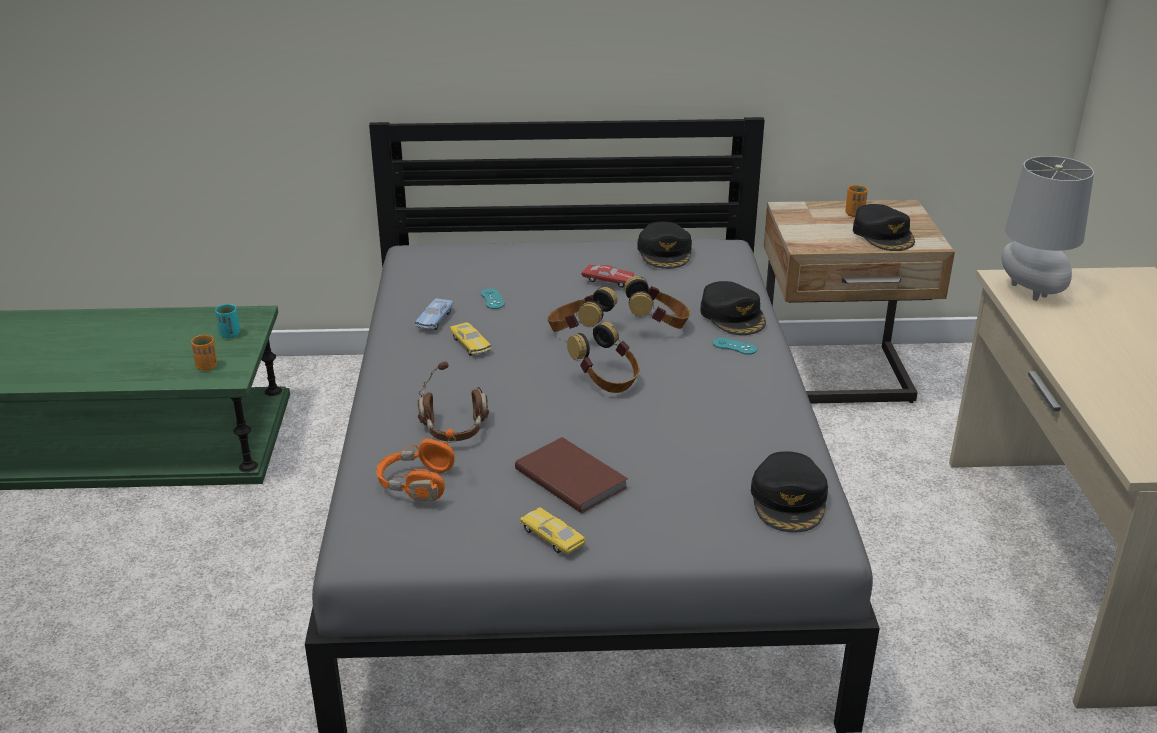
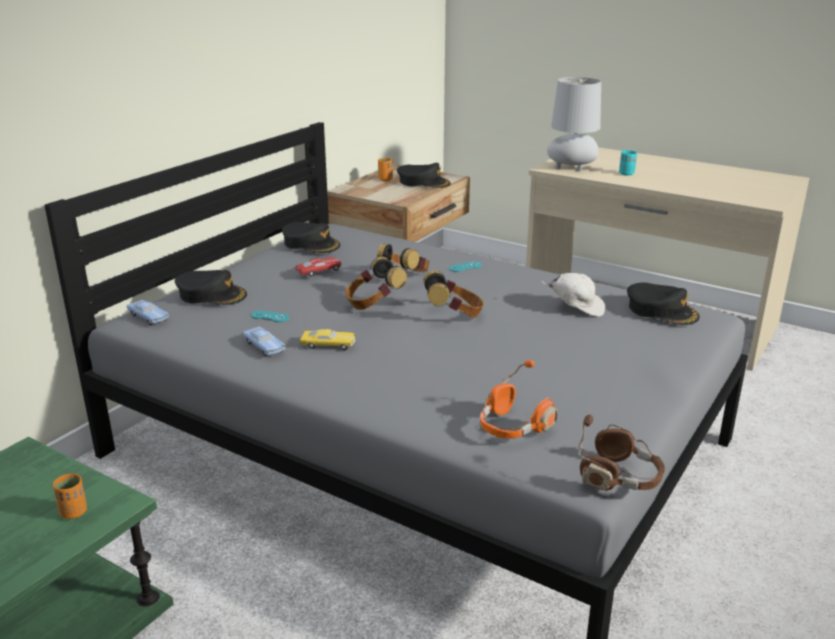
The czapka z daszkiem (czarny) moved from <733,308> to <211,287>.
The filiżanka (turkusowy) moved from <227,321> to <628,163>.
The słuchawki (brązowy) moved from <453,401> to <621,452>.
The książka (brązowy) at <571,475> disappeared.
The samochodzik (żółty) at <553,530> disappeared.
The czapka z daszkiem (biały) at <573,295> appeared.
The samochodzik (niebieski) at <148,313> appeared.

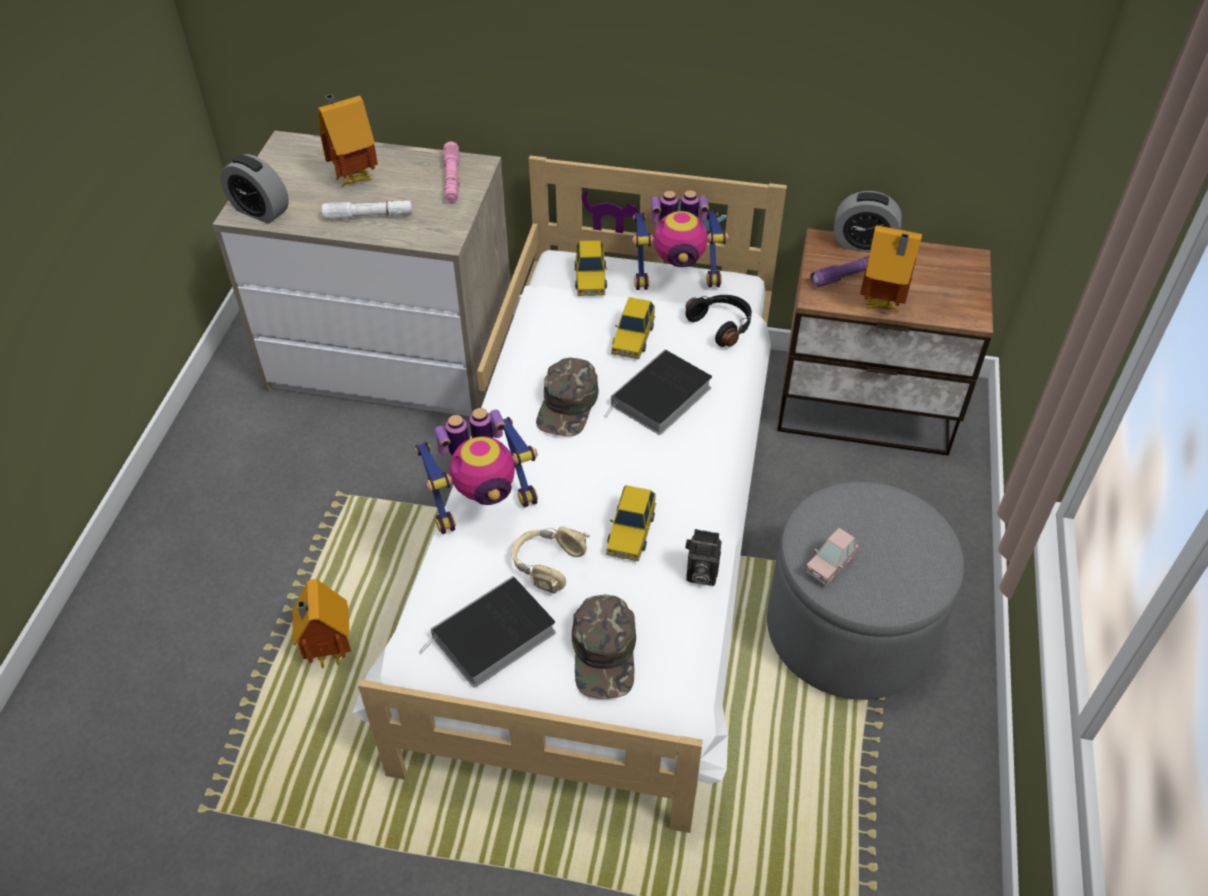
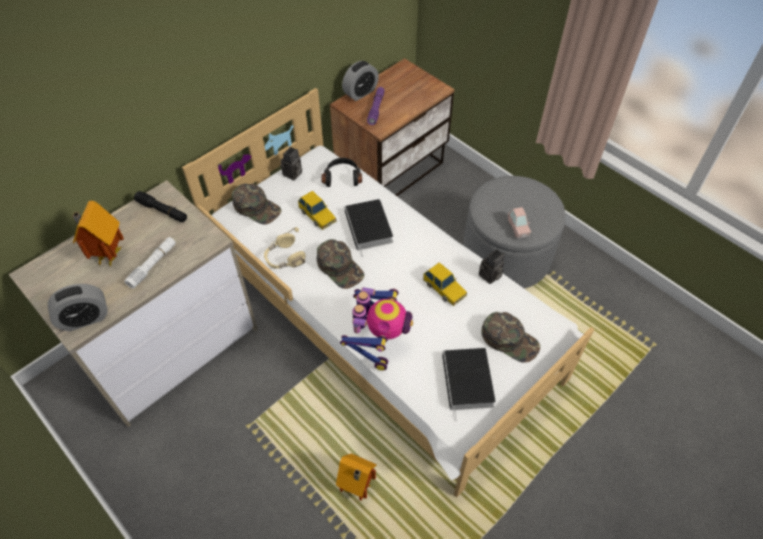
The latarka (różowy) at <451,172> became the latarka (czarny) at <160,206>.
The robot zabawkowy at <680,240> was replaced by the aparat fotograficzny at <291,163>.
The domek at <891,268> disappeared.
The samochodzik at <590,268> was replaced by the czapka z daszkiem (zielony) at <256,204>.
The słuchawki (beżowy) moved from <551,560> to <285,248>.

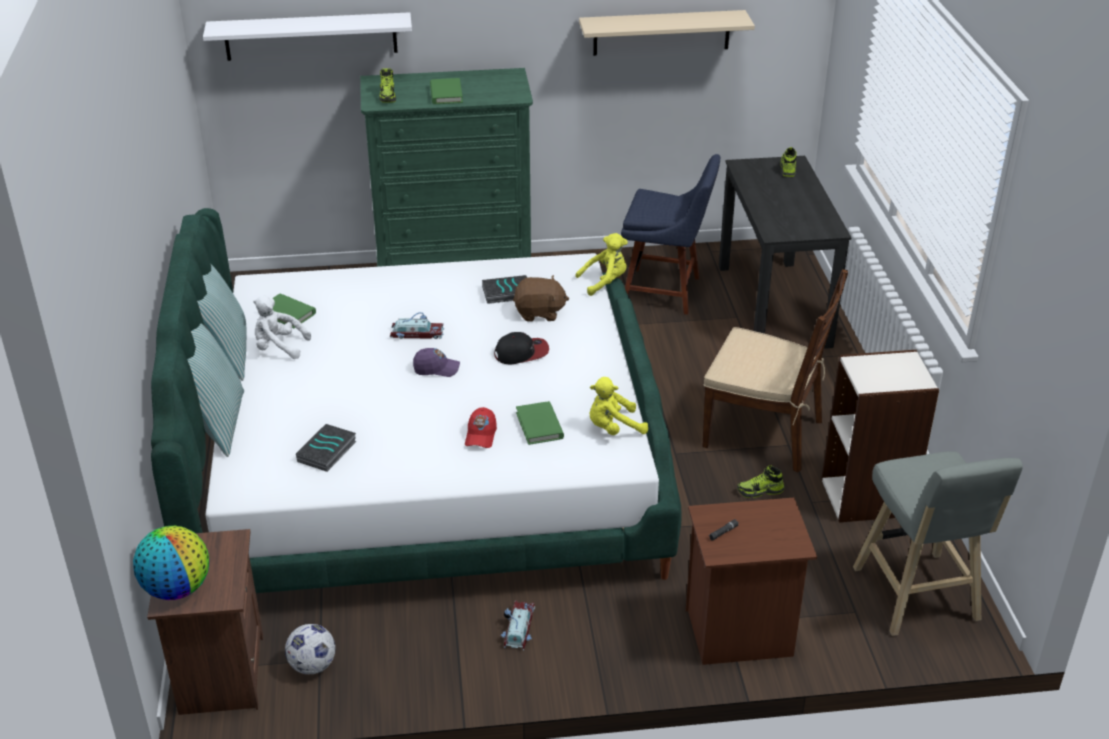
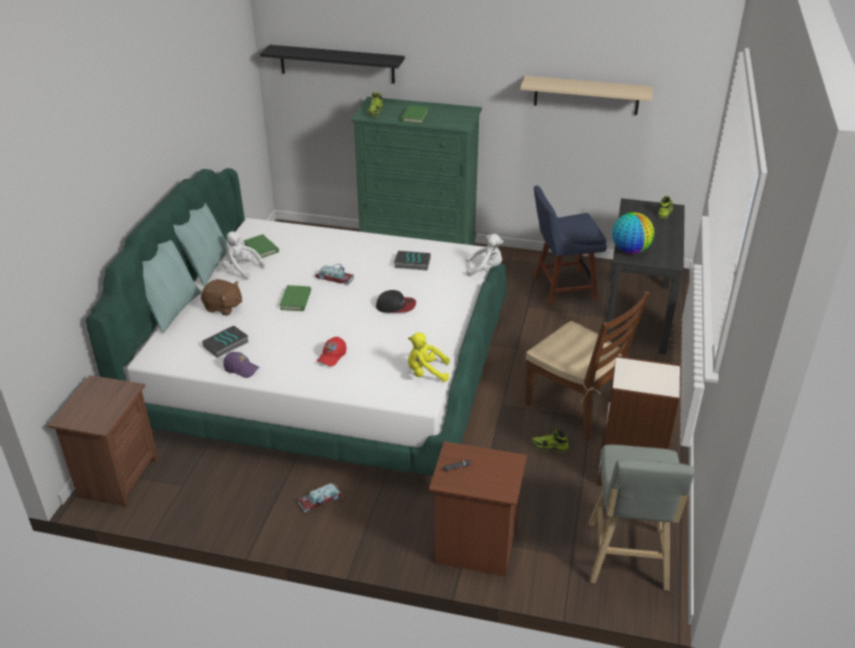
The półka (biały) at <307,36> became the półka (czarny) at <332,64>.
The krzesło (niebieski) at <670,234> turned 135 degrees clockwise.
The pluszak (żółty) at <601,264> became the pluszak (biały) at <484,255>.
The pluszak (brązowy) moved from <541,298> to <221,297>.
The czapka z daszkiem (fioletowy) moved from <436,362> to <241,365>.
The książka (zielony) moved from <540,423> to <295,298>.
The globus moved from <171,563> to <633,233>.
The samochodzik at <518,625> turned 150 degrees counterclockwise.
The piłka futbolowa at <310,649> disappeared.

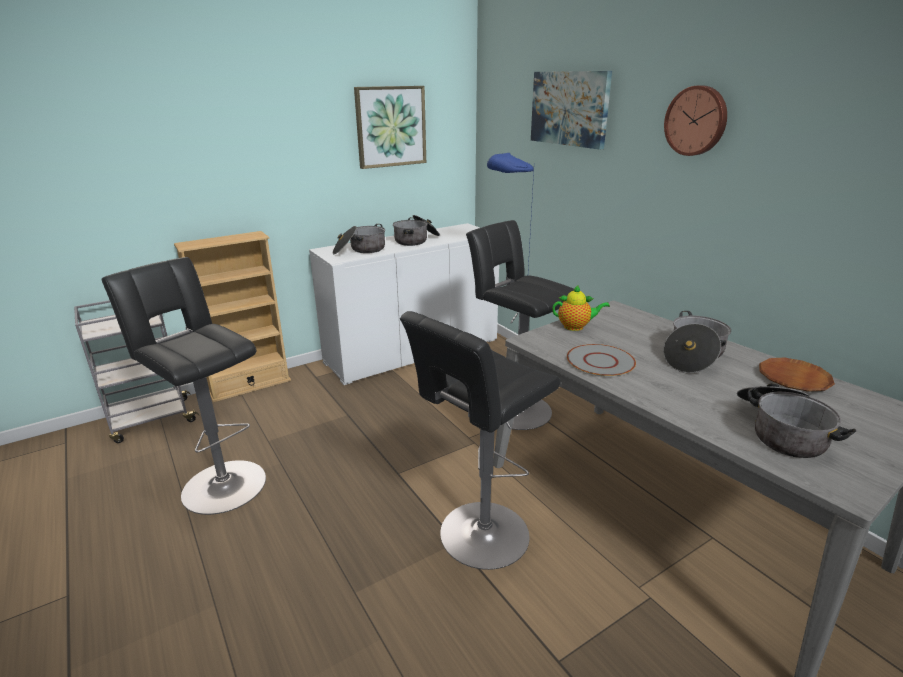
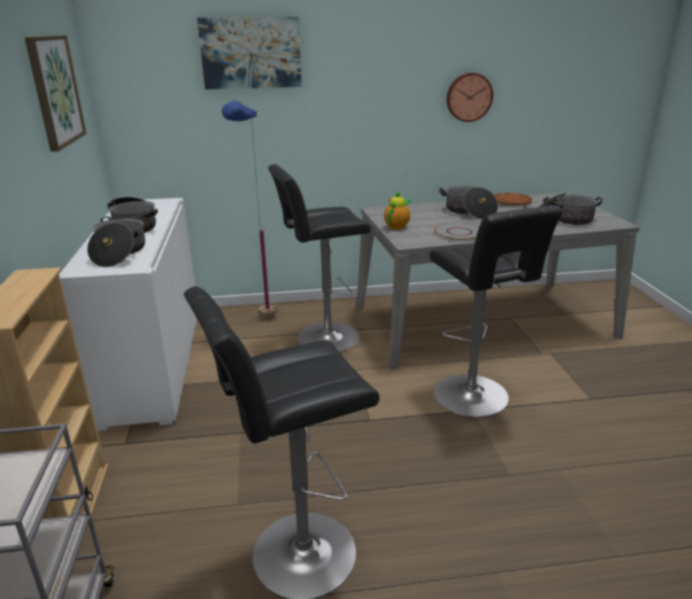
The zegar ścienny moved from <695,120> to <469,97>.

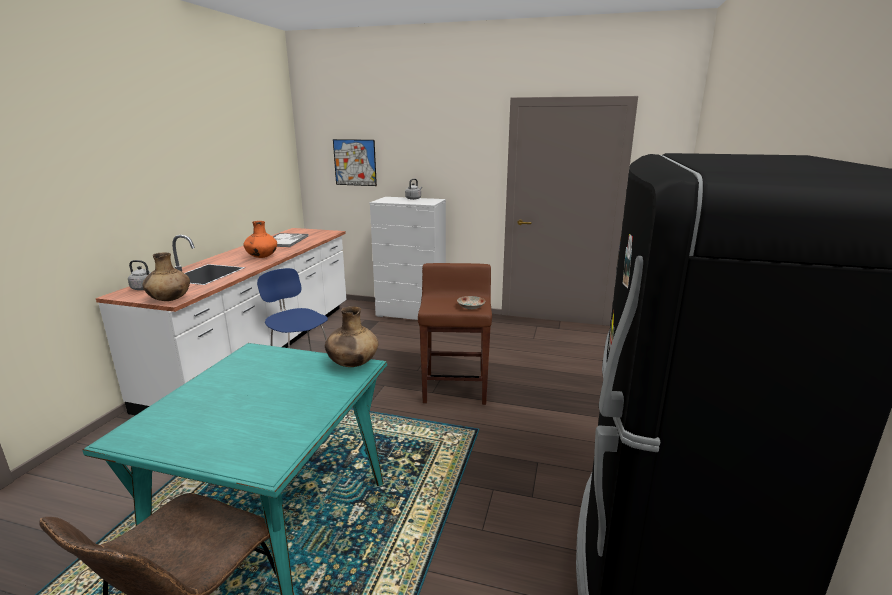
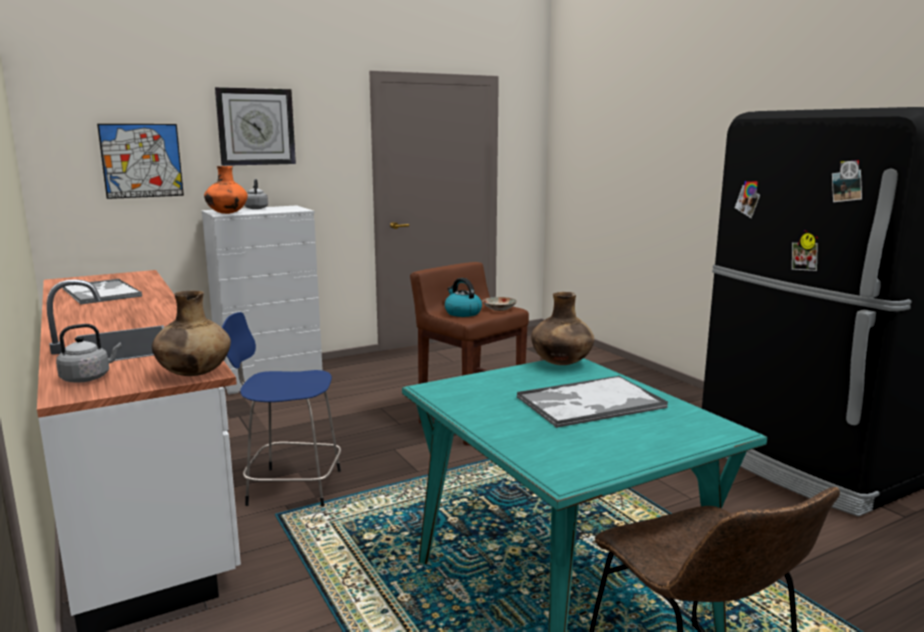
The wazon (pomarańczowy) moved from <260,239> to <226,190>.
The zegar ścienny at <255,126> appeared.
The czajnik at <463,297> appeared.
The taca at <592,402> appeared.

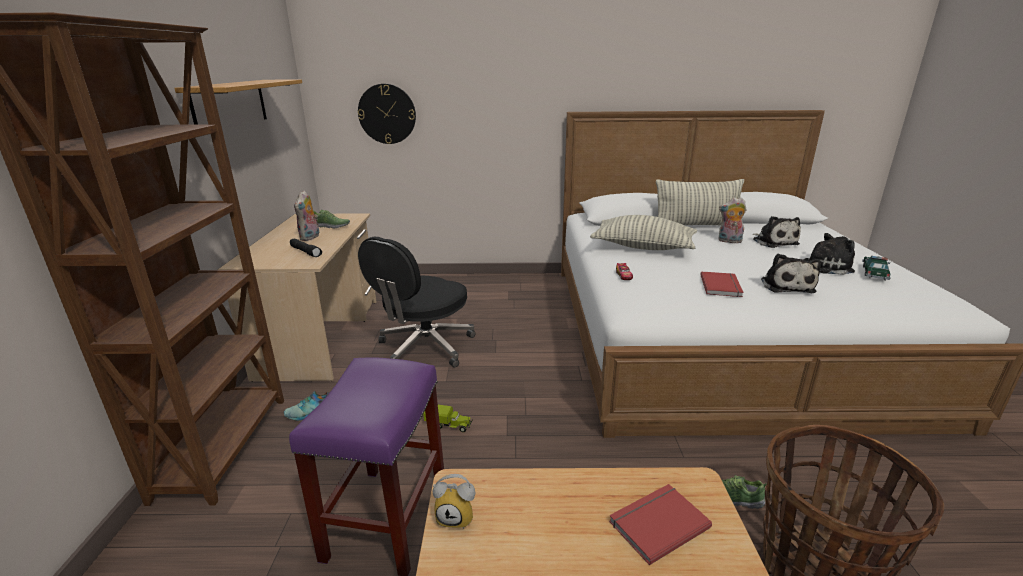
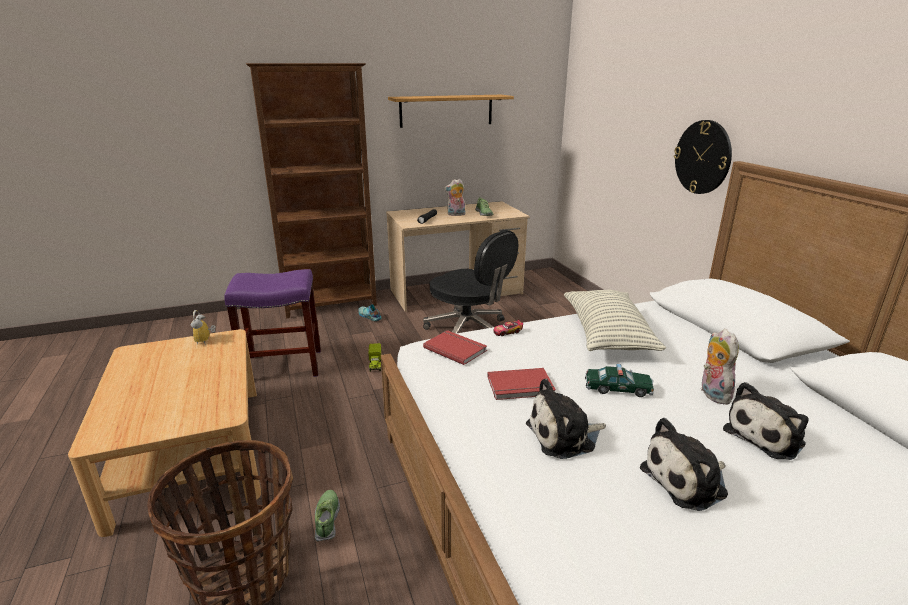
The zegar ścienny moved from <387,114> to <703,157>.
The poduszka at <700,202> disappeared.
The pluszak at <829,254> turned 90 degrees clockwise.
The krzesło biurowe (czarny) at <416,302> turned 150 degrees counterclockwise.
The samochodzik moved from <876,268> to <619,380>.
The książka (czerwony) moved from <660,524> to <455,347>.

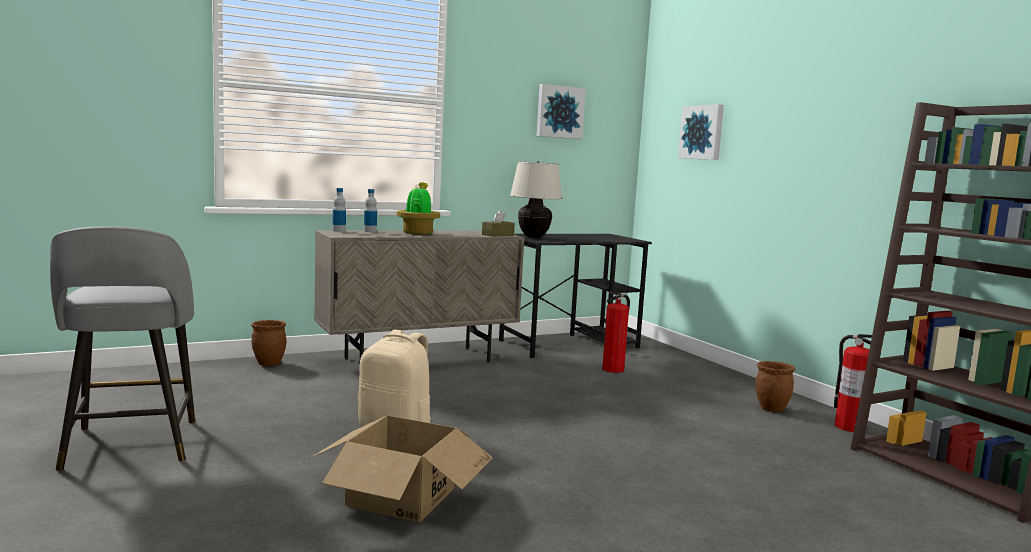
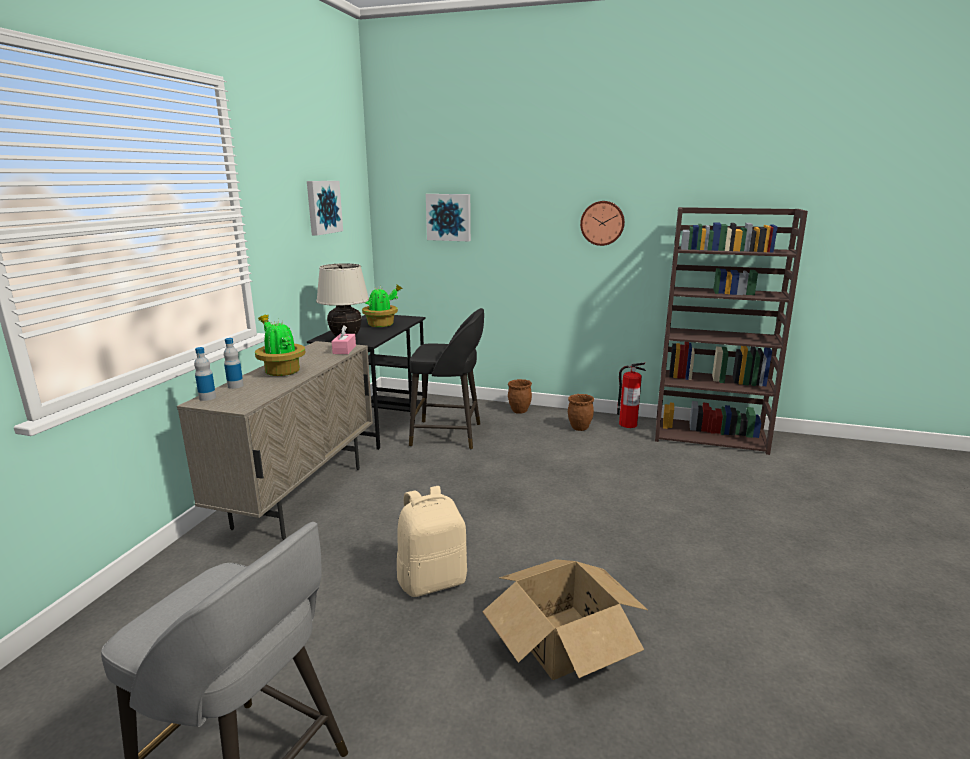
The pudełko chusteczek (brązowy) at <498,223> became the pudełko chusteczek (różowy) at <343,339>.
The gaśnica at <616,332> was replaced by the stołek (czarny) at <446,378>.
The donica (brązowy) moved from <269,343> to <520,396>.
The zegar ścienny at <602,223> appeared.
The roślina doniczkowa at <382,305> appeared.

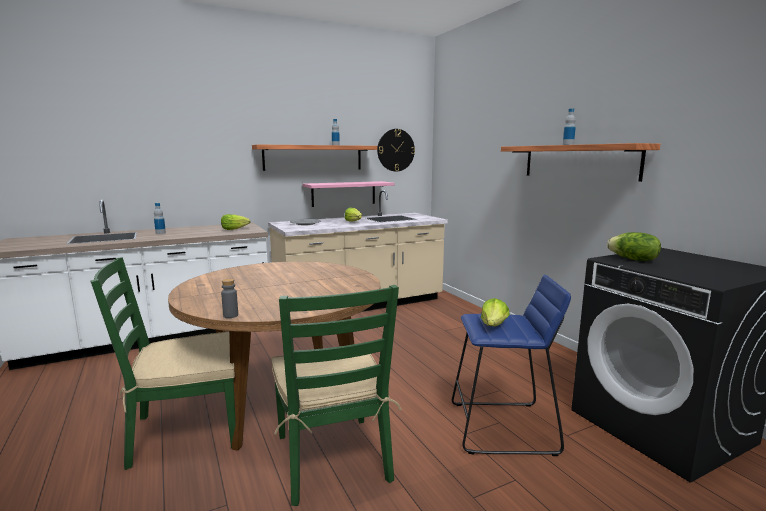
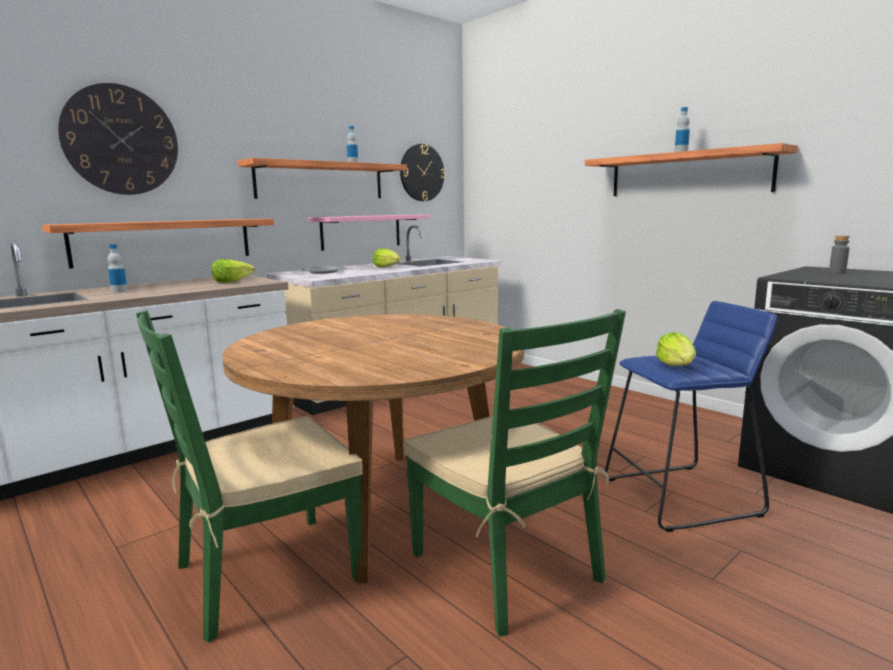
The sałata at <634,246> disappeared.
The butelka (szary) moved from <229,298> to <839,254>.
The zegar ścienny at <118,139> appeared.
The półka at <158,244> appeared.

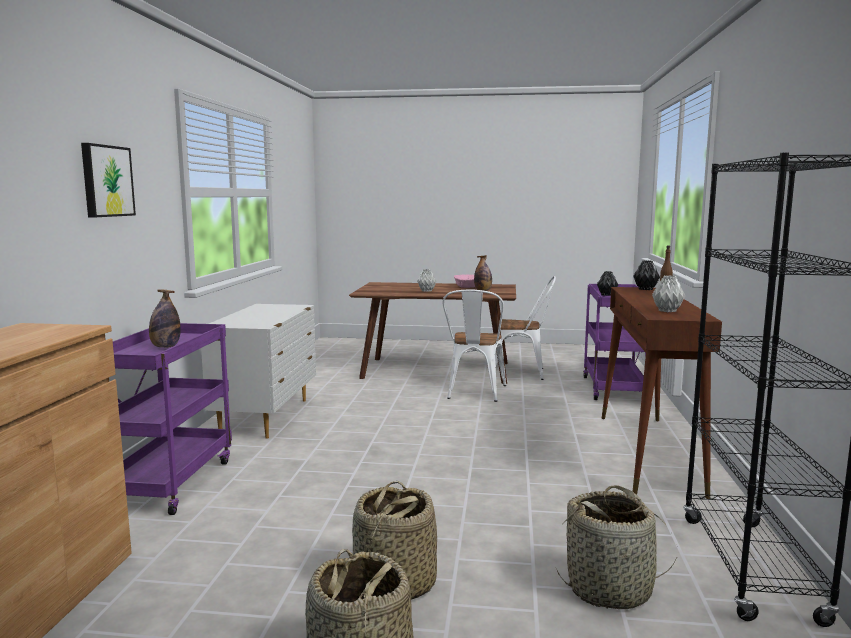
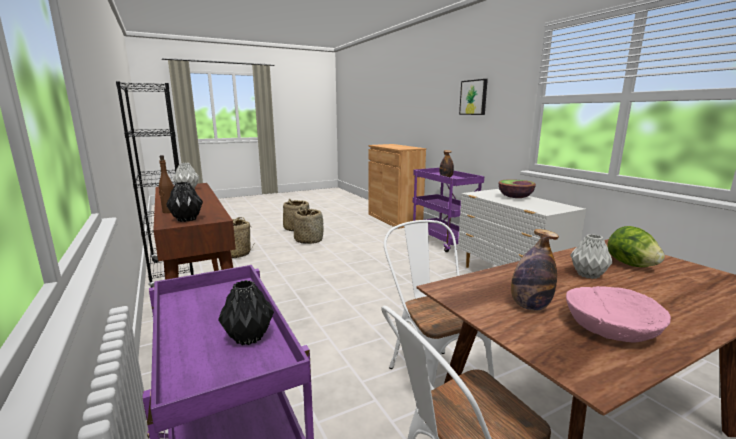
The miska at <517,188> appeared.
The sałata at <636,246> appeared.

